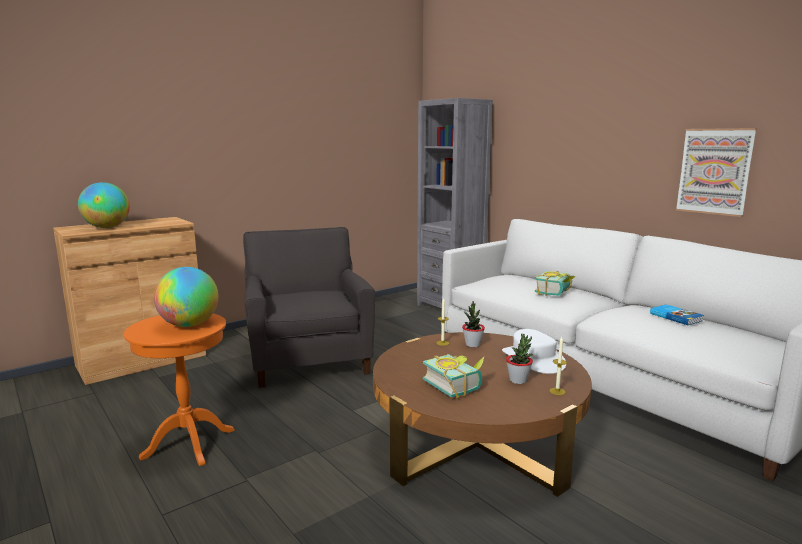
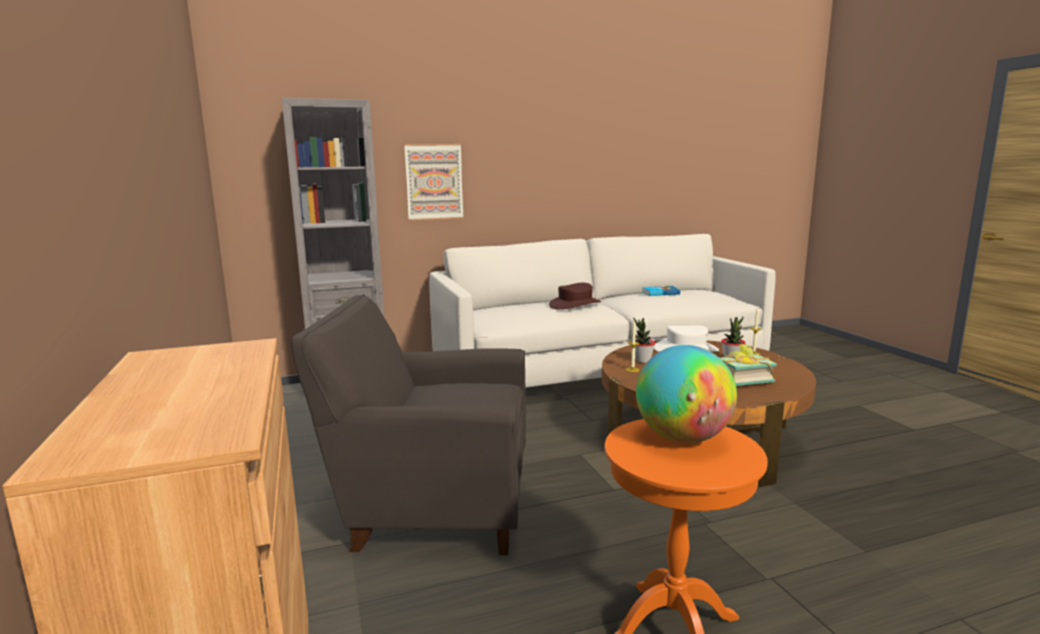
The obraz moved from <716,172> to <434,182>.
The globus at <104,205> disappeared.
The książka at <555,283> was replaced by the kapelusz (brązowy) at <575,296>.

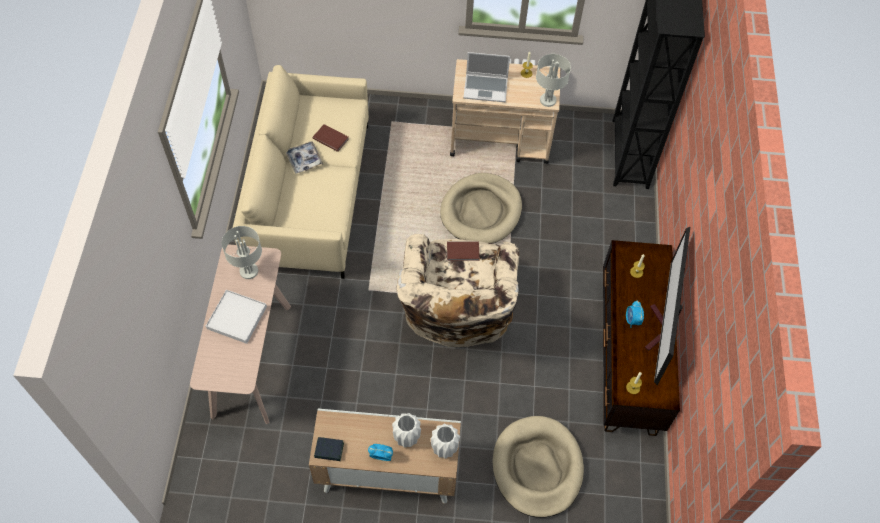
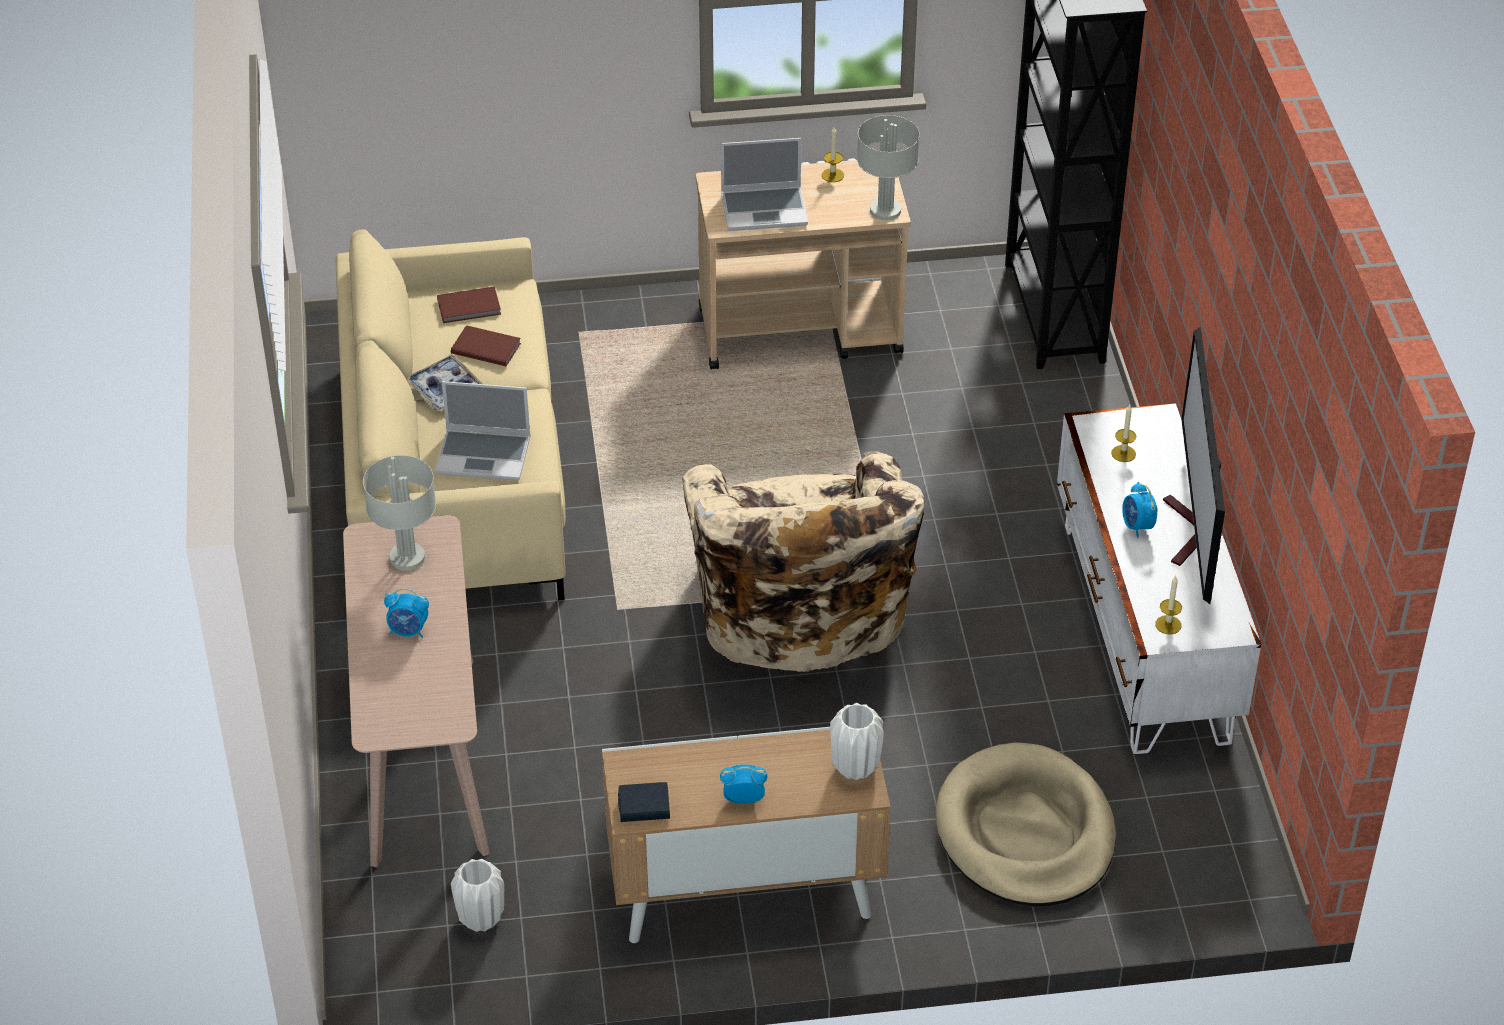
The legowisko (beżowy) at <481,208> disappeared.
The szafka pod telewizor (brązowy) at <641,338> became the szafka pod telewizor (biały) at <1159,578>.
The książka (brązowy) moved from <463,251> to <469,304>.
The taca (biały) at <236,317> was replaced by the budzik at <406,613>.
The wazon (biały) moved from <406,430> to <477,895>.
The laptop at <483,430> appeared.

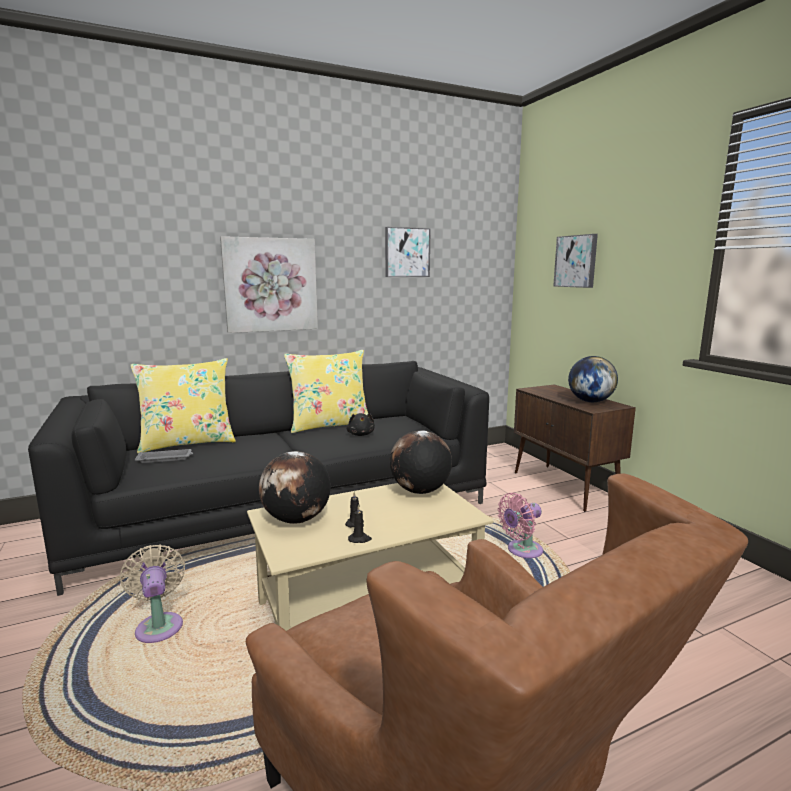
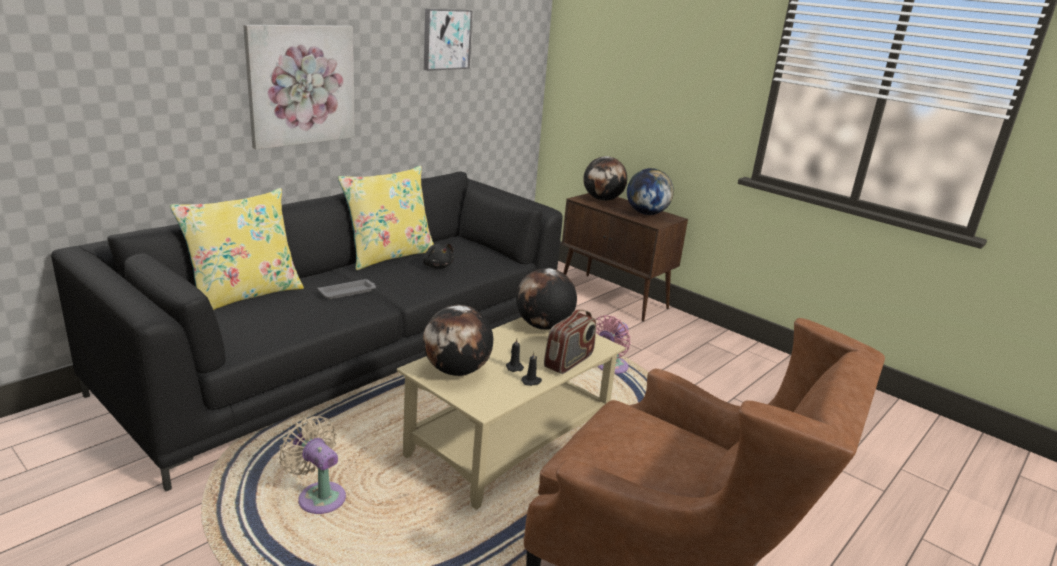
The obraz at <575,261> disappeared.
The taca (szary) moved from <164,456> to <346,289>.
The globus at <605,178> appeared.
The radio at <570,341> appeared.

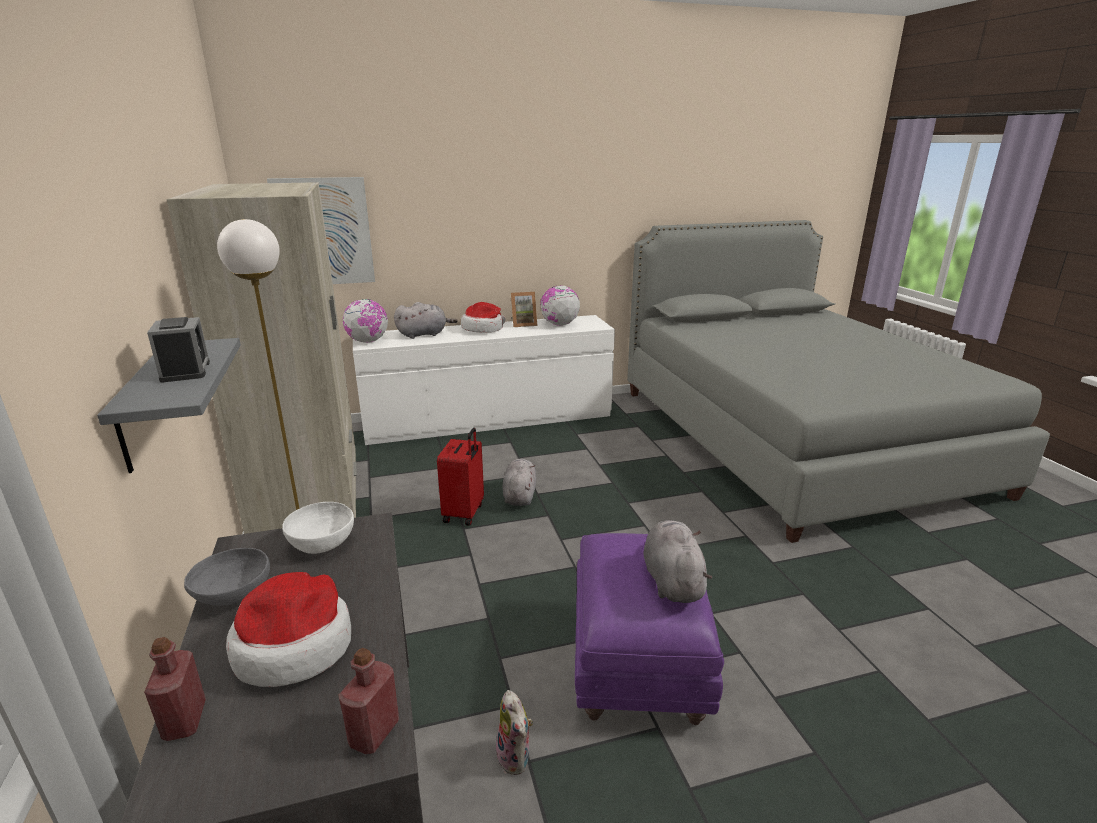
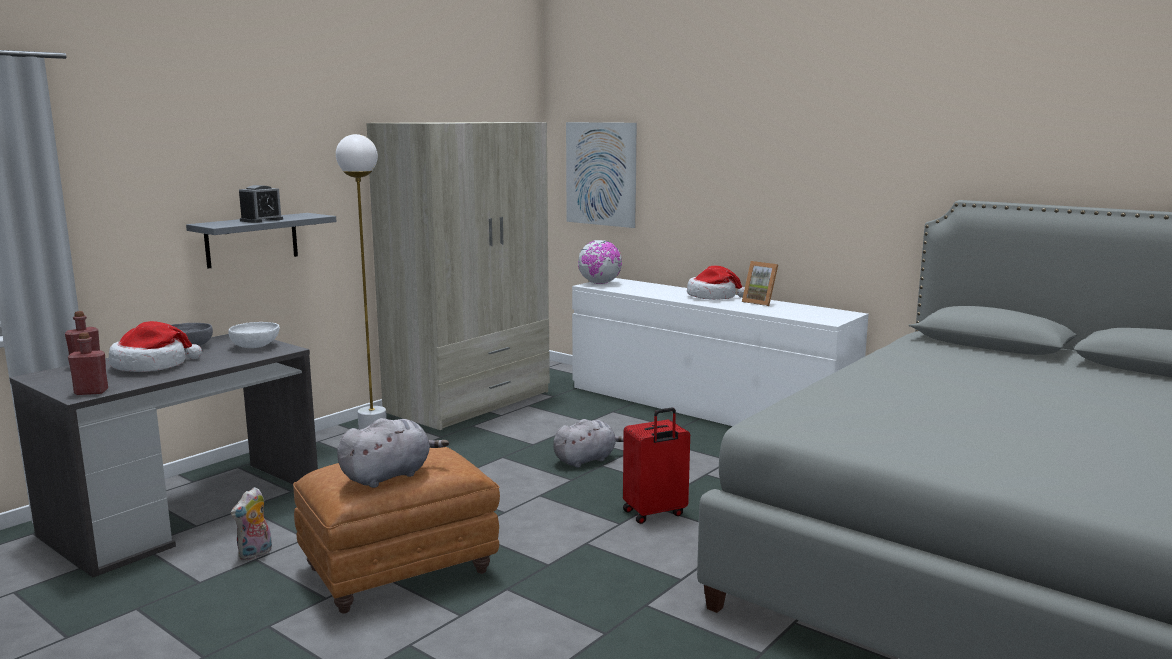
The globus at <560,305> disappeared.
The pluszak (szary) at <426,320> disappeared.
The walizka (czerwony) moved from <460,477> to <656,466>.
The pufa (fioletowy) at <649,629> became the pufa (brązowy) at <396,530>.

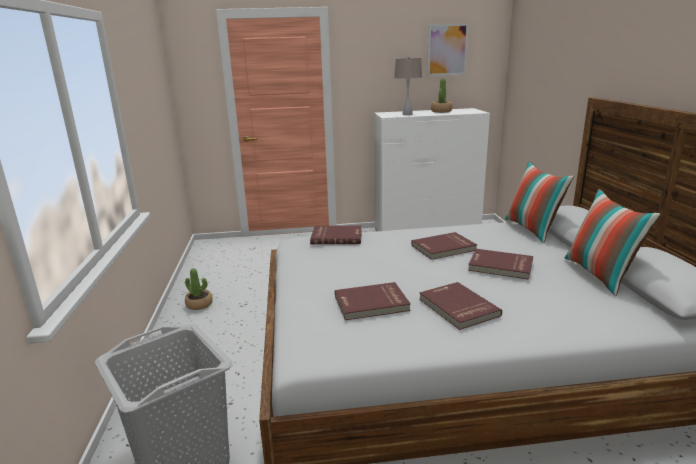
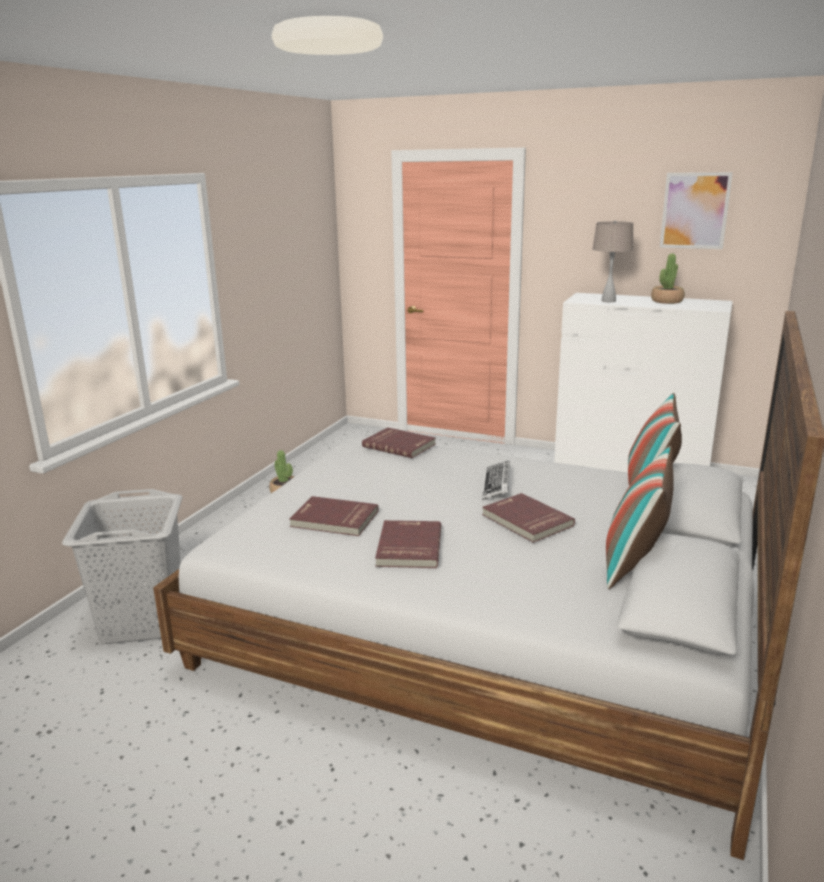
The książka (czerwony) at <444,246> was replaced by the klawiatura at <496,480>.

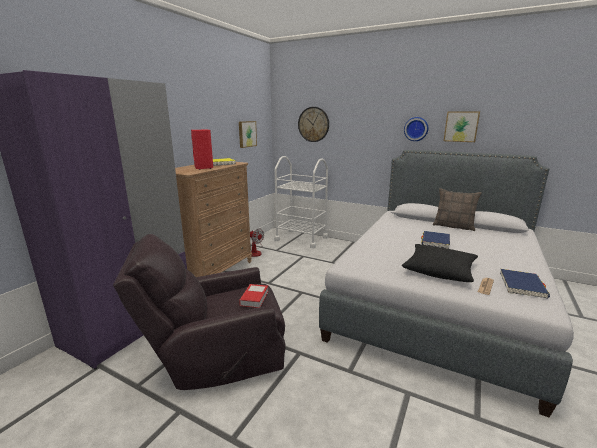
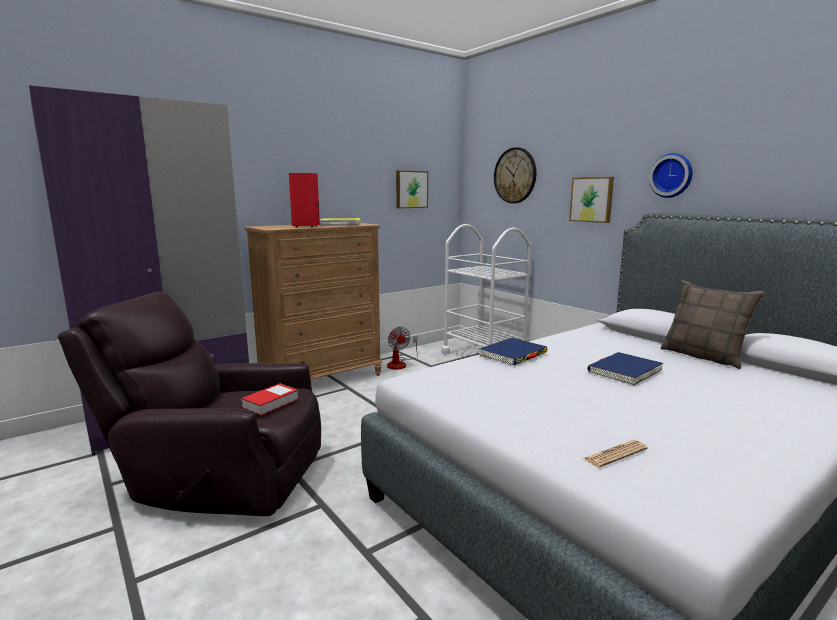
The obraz moved from <462,126> to <591,200>.
The poduszka (czarny) at <440,263> disappeared.
The książka (niebieski) moved from <525,283> to <513,351>.

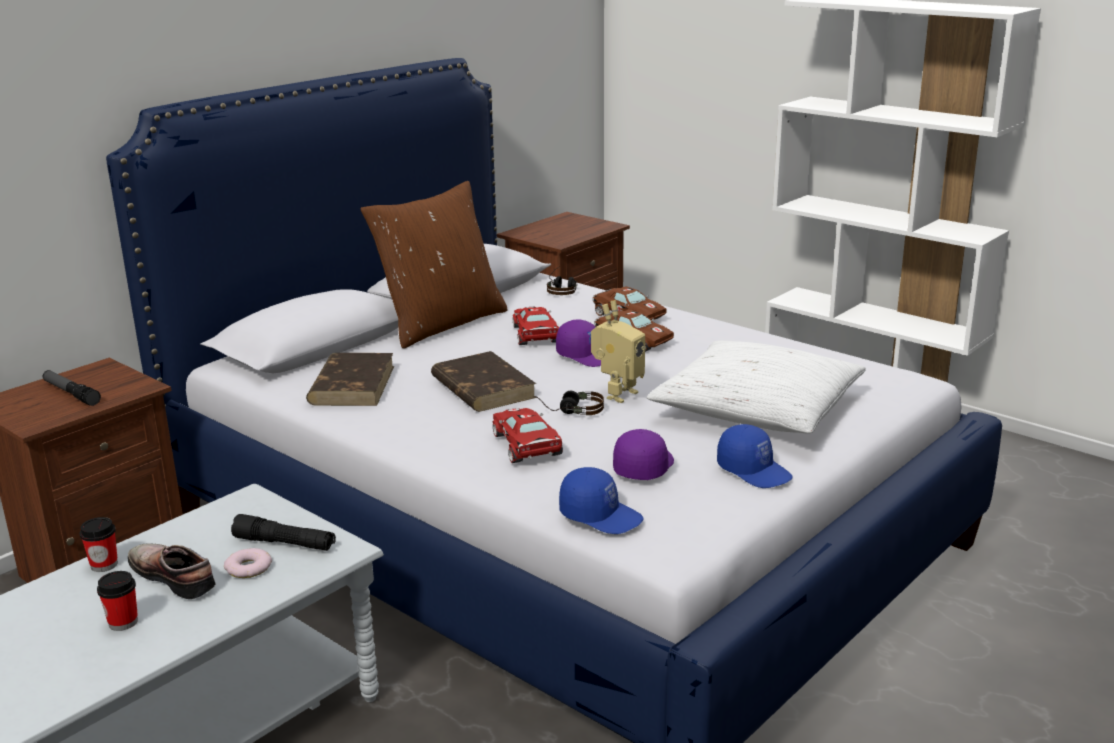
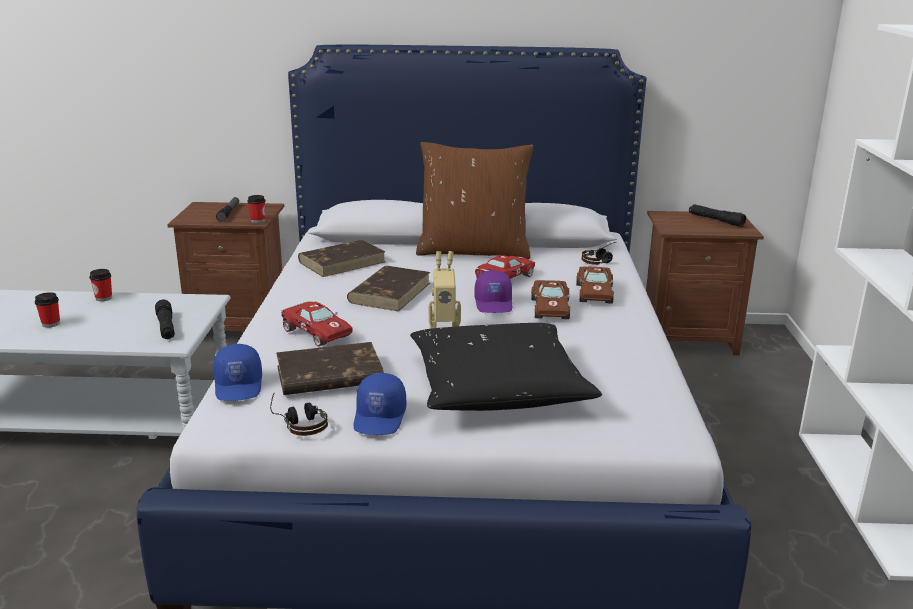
The poduszka (biały) at <756,386> became the poduszka (czarny) at <506,367>.
The słuchawki moved from <570,403> to <299,415>.
The samochodzik (czerwony) at <528,435> turned 105 degrees clockwise.
The czapka z daszkiem (fioletowy) at <643,454> was replaced by the książka (brązowy) at <330,368>.
The but at <171,571> disappeared.
The donut at <248,563> disappeared.
The filiżanka at <256,209> appeared.
The latarka (czarny) at <717,215> appeared.

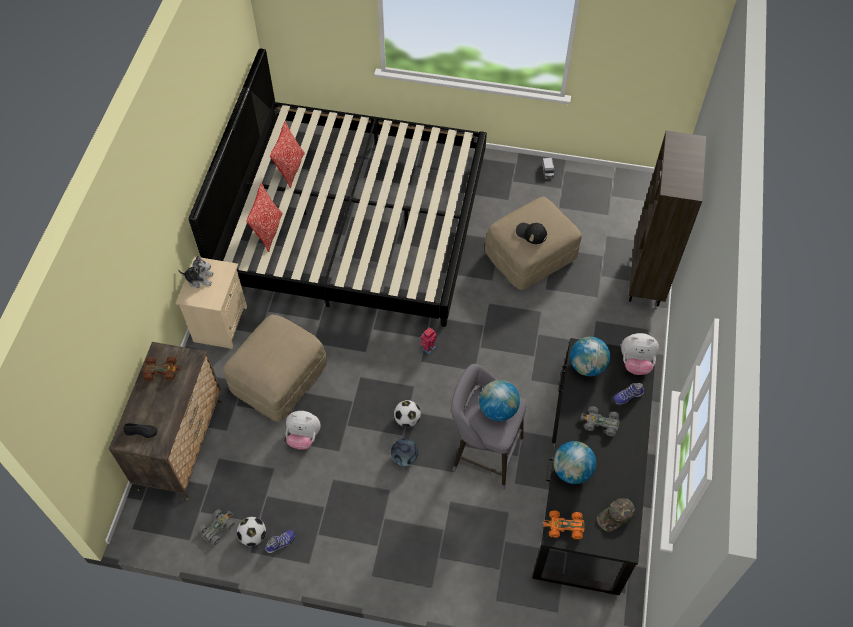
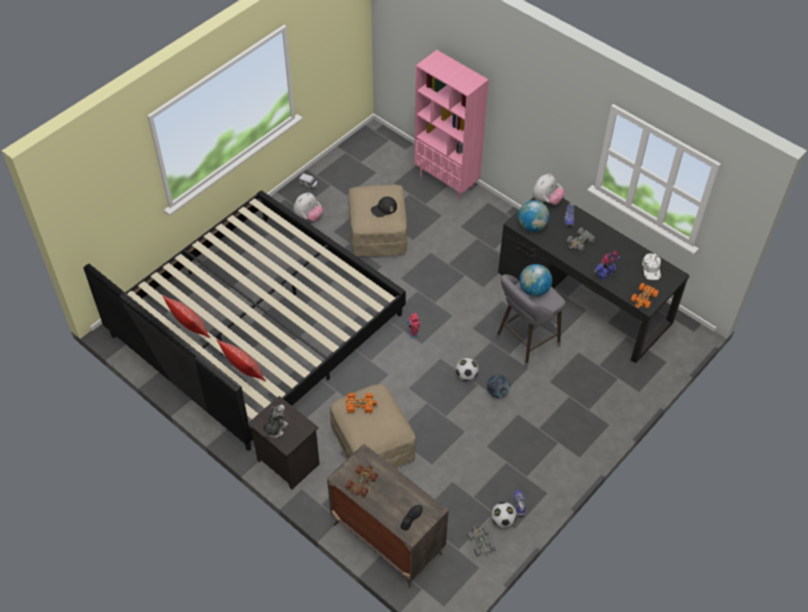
The regał (brązowy) at <667,218> became the regał (różowy) at <451,125>.
The szafka nocna (beżowy) at <211,302> became the szafka nocna (czarny) at <284,443>.
The pluszak moved from <303,430> to <308,207>.
The globus at <574,462> was replaced by the robot zabawkowy at <607,265>.
The czapka z daszkiem (zielony) at <616,515> became the czapka z daszkiem (biały) at <651,266>.
The samochodzik (pomarańczowy) at <361,403> appeared.

